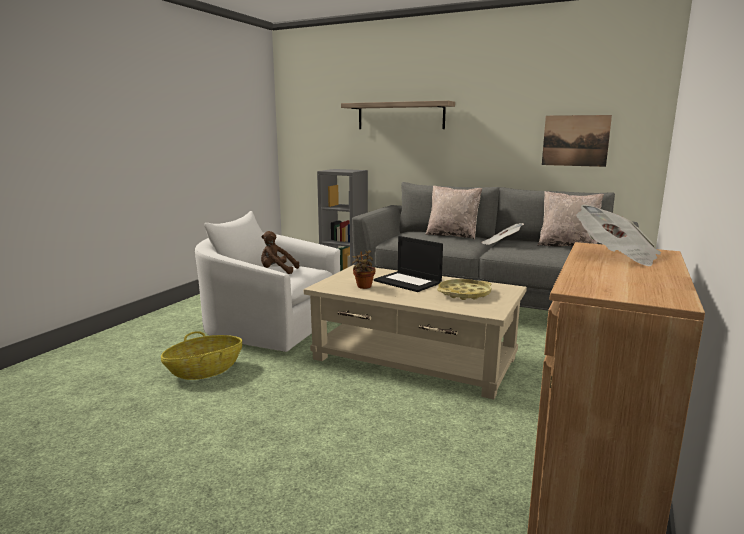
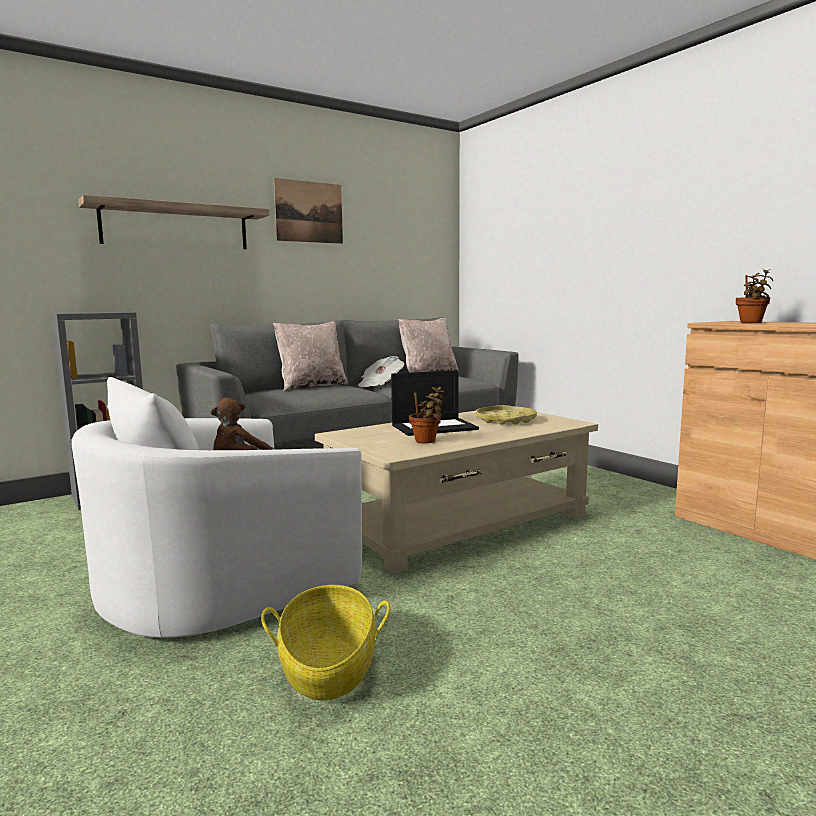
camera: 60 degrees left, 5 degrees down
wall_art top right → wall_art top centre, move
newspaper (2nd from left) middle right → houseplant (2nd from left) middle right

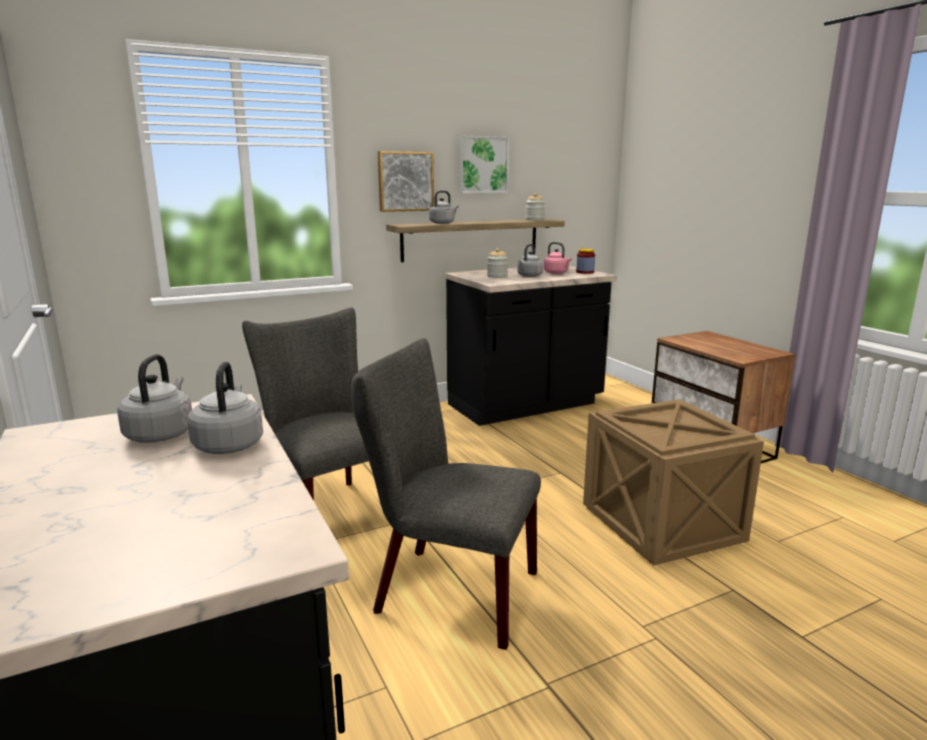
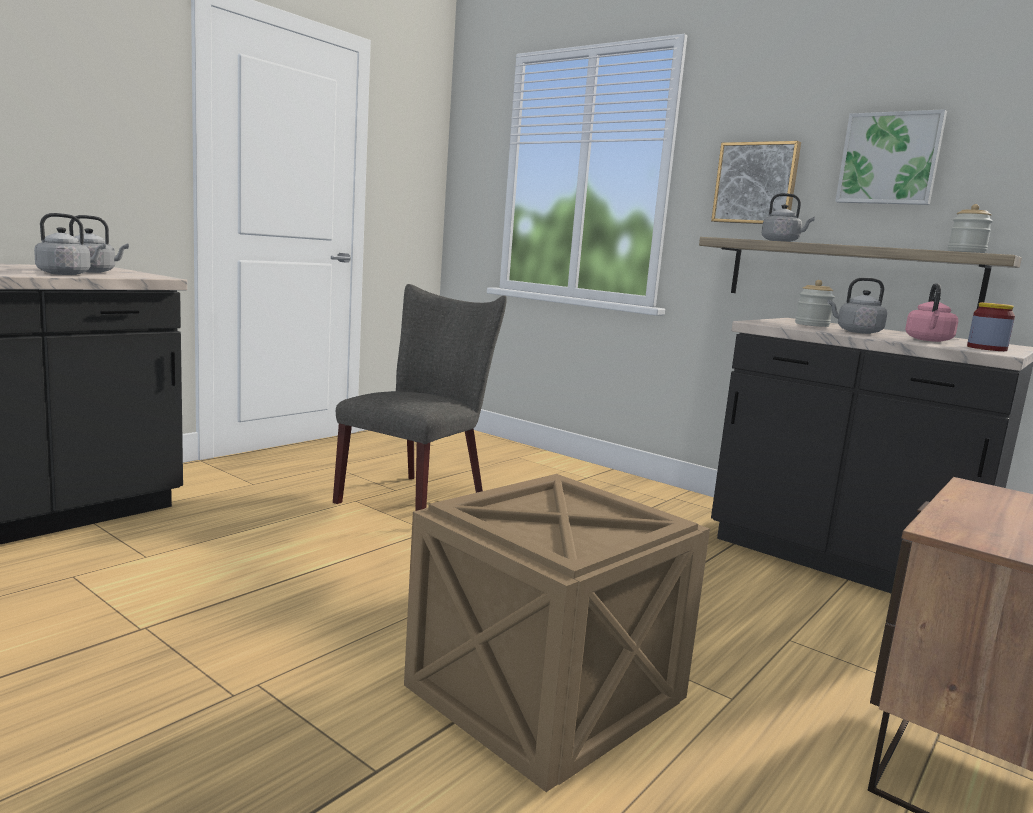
camera: 65 degrees right, 5 degrees down
greyish_upright_chair (2nd from left) bottom centre → -

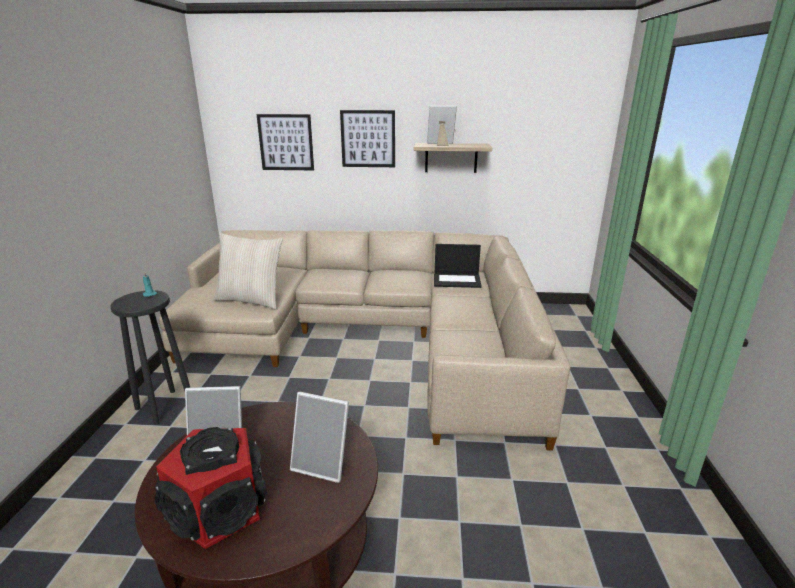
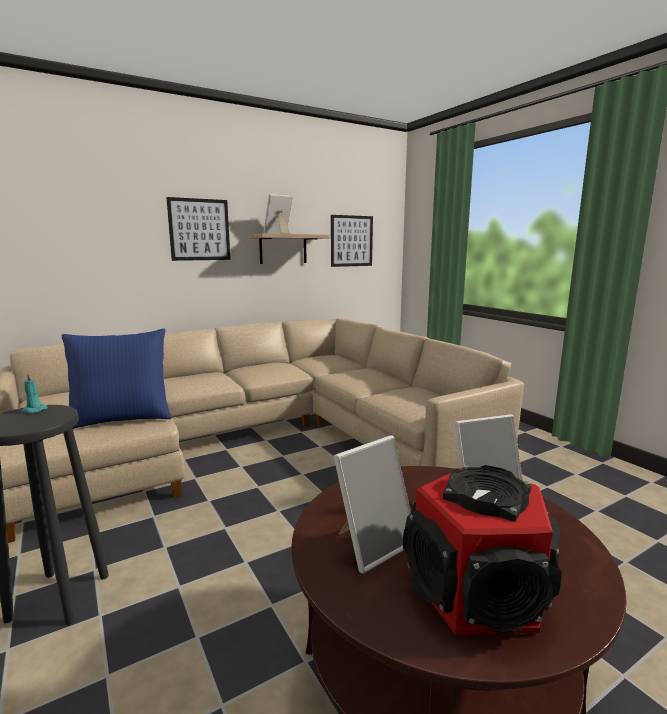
camera: 35 degrees left, 10 degrees down
wall_art (1st from left in the first image) top centre → wall_art (2nd from left) centre, move
beige-coloured_cushion middle left → blue-coloured_cushion middle left
portable_computer centre → -

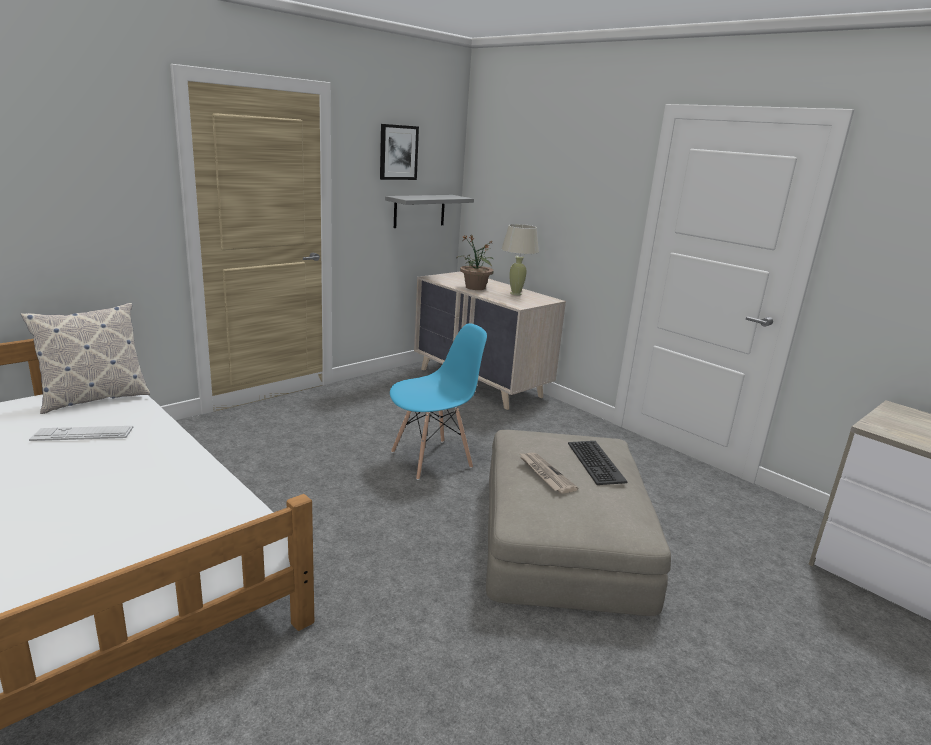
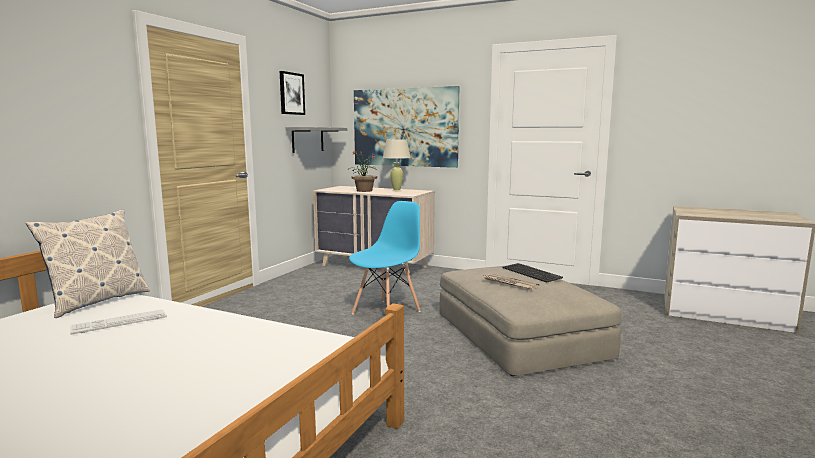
camera: 20 degrees left, 10 degrees down
- → wall_art (2nd from left) top centre

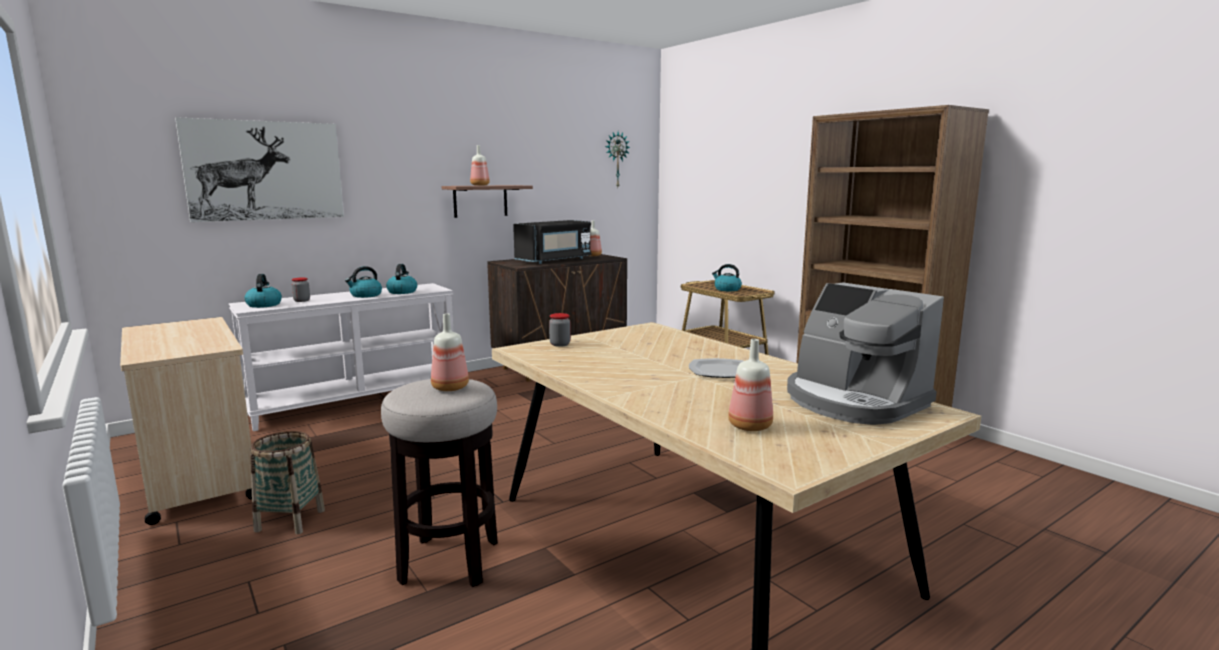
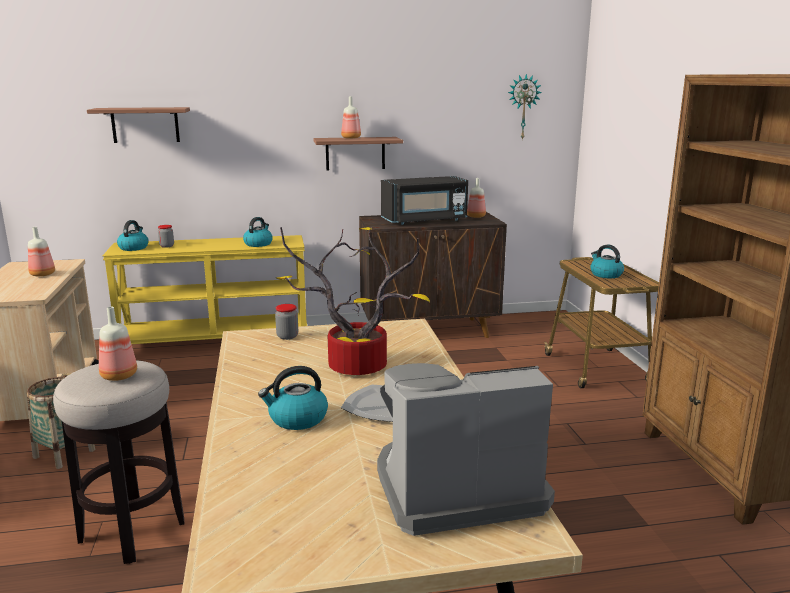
camera: 25 degrees right, 5 degrees up
wall_art top left → wall_shelf (1st from left) top left
water_kettle (2nd from left in the first image) middle left → water_kettle (3rd from left) bottom centre, move
coffee_machine middle right → coffee_machine bottom centre, 90 degrees clockwise
whitish_console_table middle left → yellow_console_table middle left
drink_bottle (4th from left in the first image) centre → drink_bottle (1st from left) middle left, move
- → houseplant centre

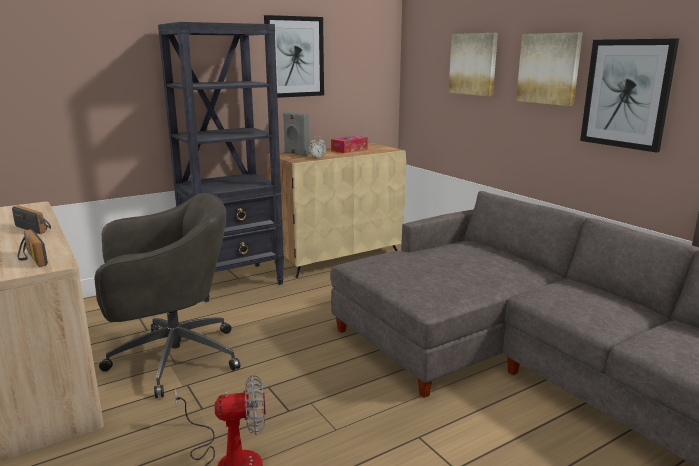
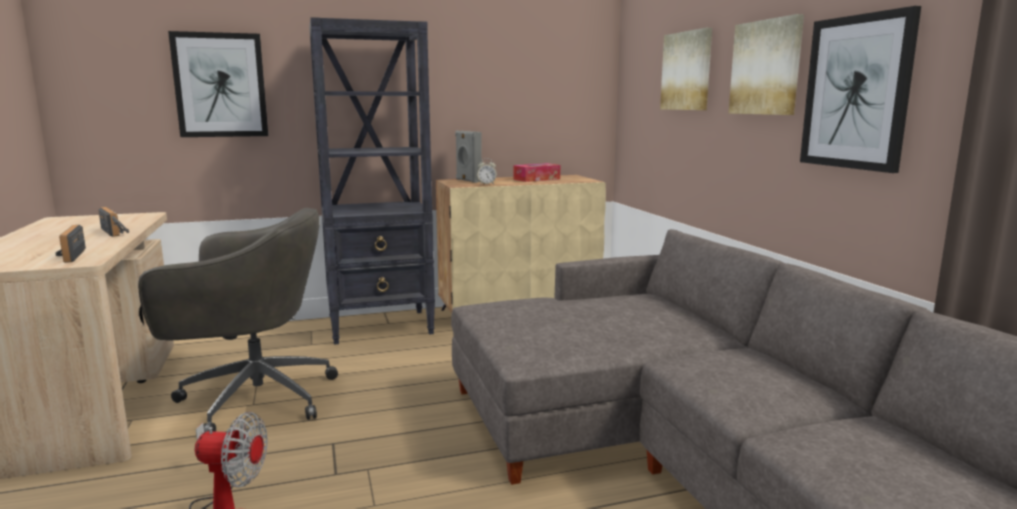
camera: 15 degrees right, 5 degrees down
wall_art (1st from left) top centre → wall_art (1st from left) top left, move

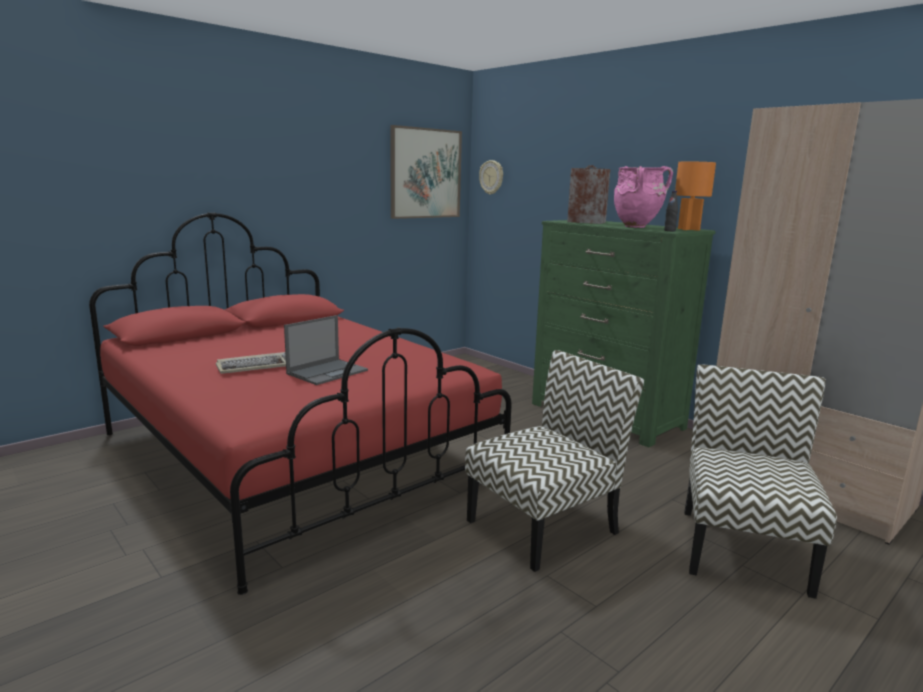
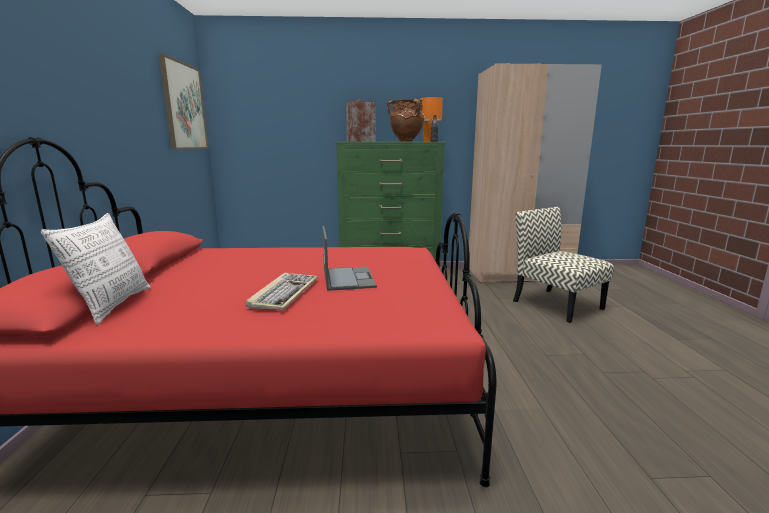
camera: 50 degrees left, 0 degrees up
wall_clock top centre → -
pink-coloured_decorative_vase top right → brown_decorative_vase top centre
upright_chair (1st from left) centre → -
- → cushion middle left

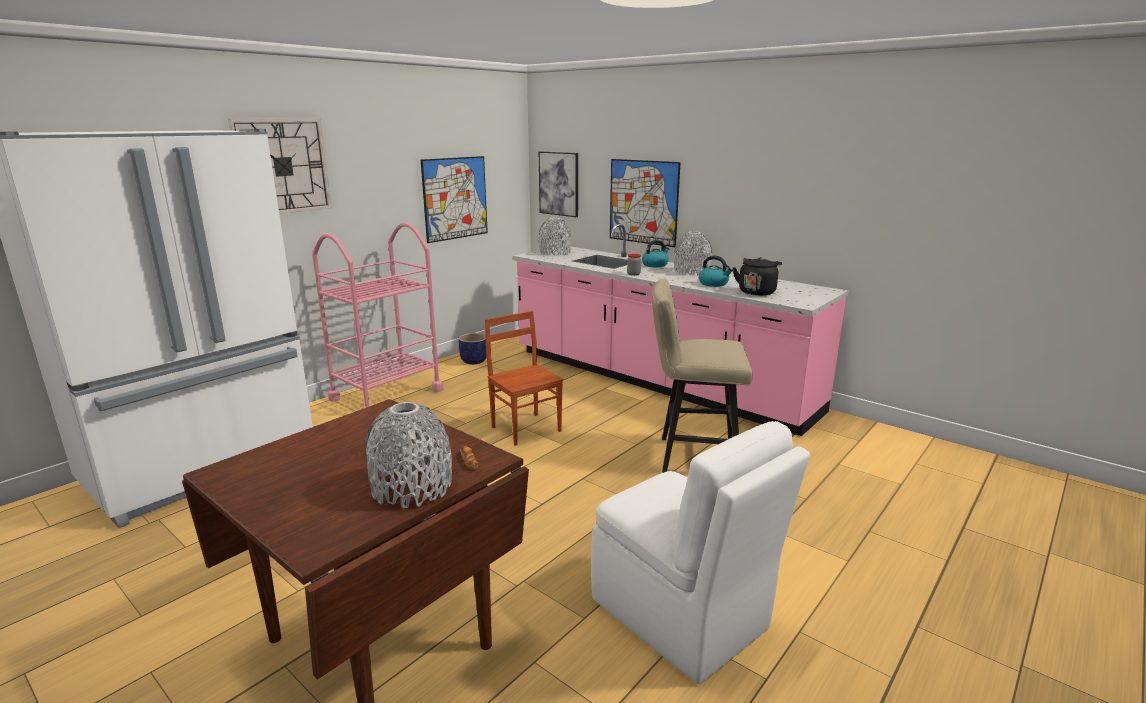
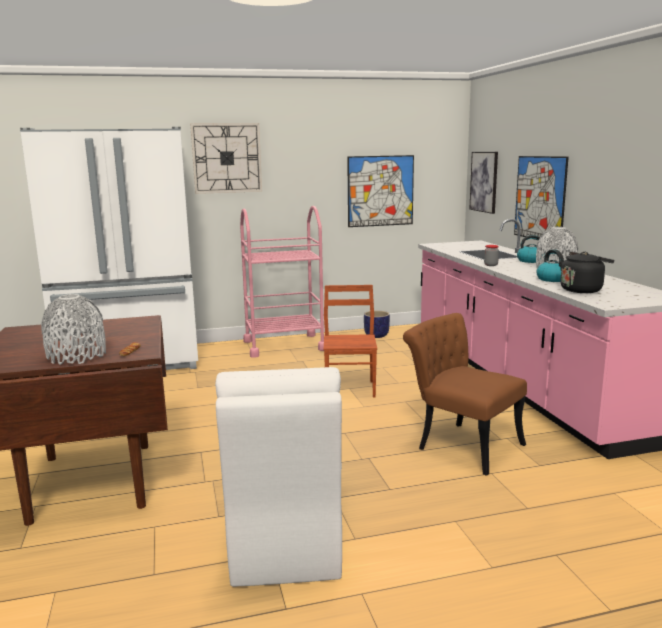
camera: 35 degrees right, 5 degrees down
greyish_decorative_vase (2nd from left) centre → -
beige-coloured_stool_seat centre → brown_upright_chair (2nd from left) middle right

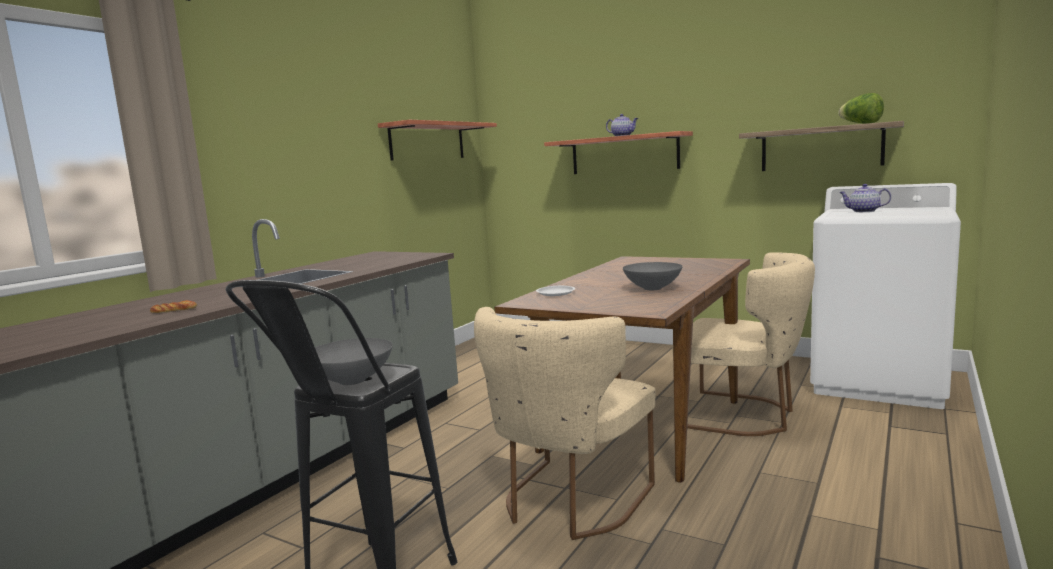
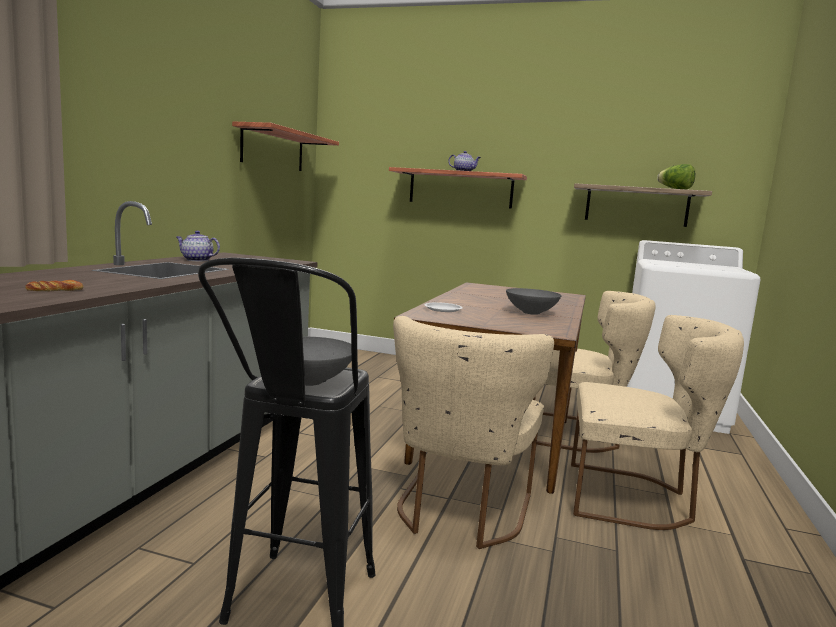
camera: 15 degrees left, 0 degrees up
tea_pot (2nd from left in the first image) middle right → tea_pot (1st from left) middle left, move
- → beige-coloured_upright_chair (3rd from left) bottom right

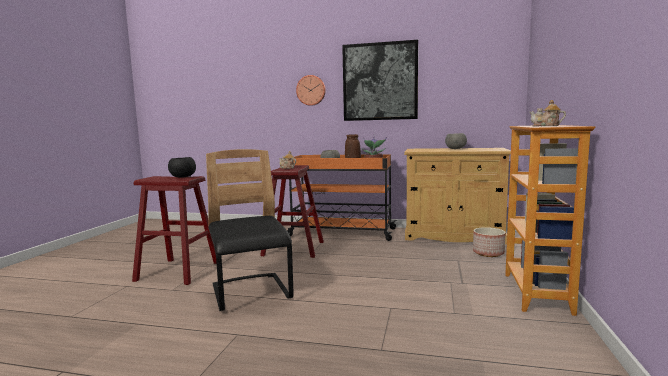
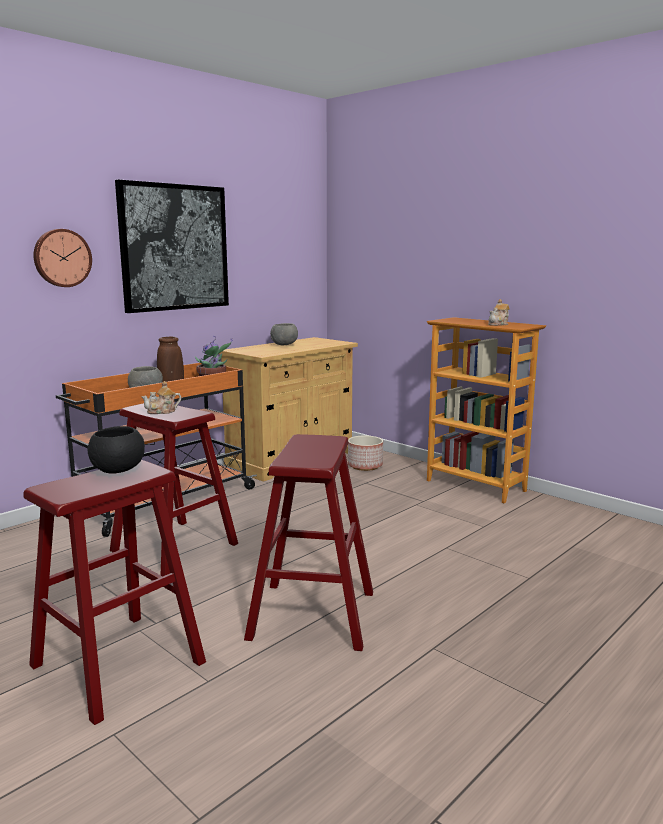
camera: 60 degrees left, 5 degrees up
blackish_upright_chair centre → red-coloured_stool_seat (3rd from left) centre

